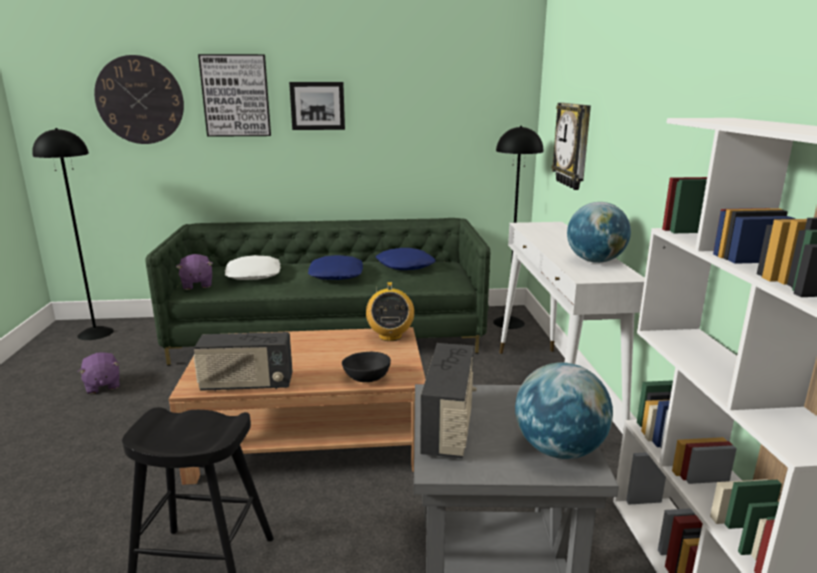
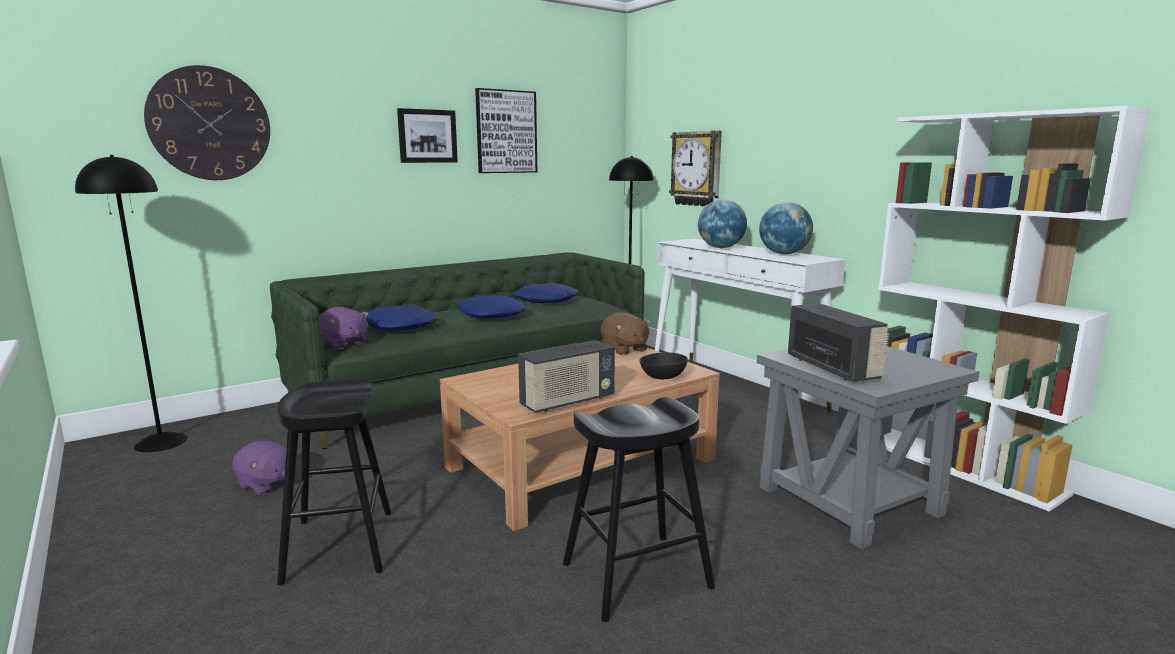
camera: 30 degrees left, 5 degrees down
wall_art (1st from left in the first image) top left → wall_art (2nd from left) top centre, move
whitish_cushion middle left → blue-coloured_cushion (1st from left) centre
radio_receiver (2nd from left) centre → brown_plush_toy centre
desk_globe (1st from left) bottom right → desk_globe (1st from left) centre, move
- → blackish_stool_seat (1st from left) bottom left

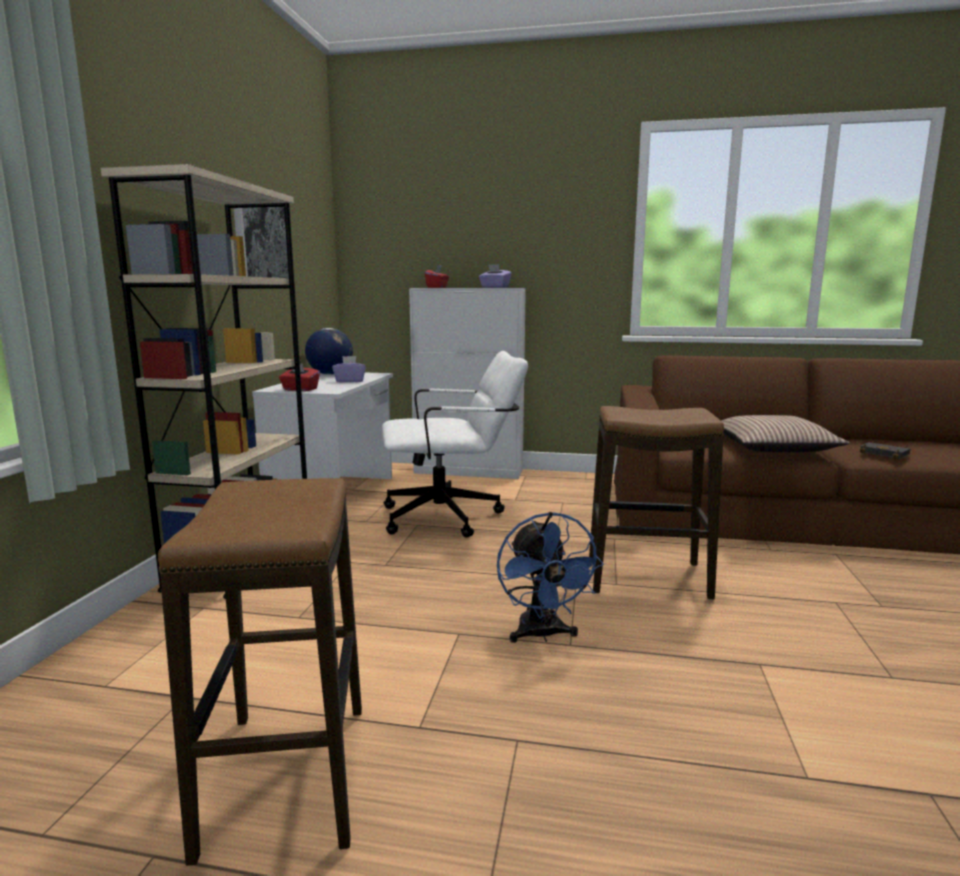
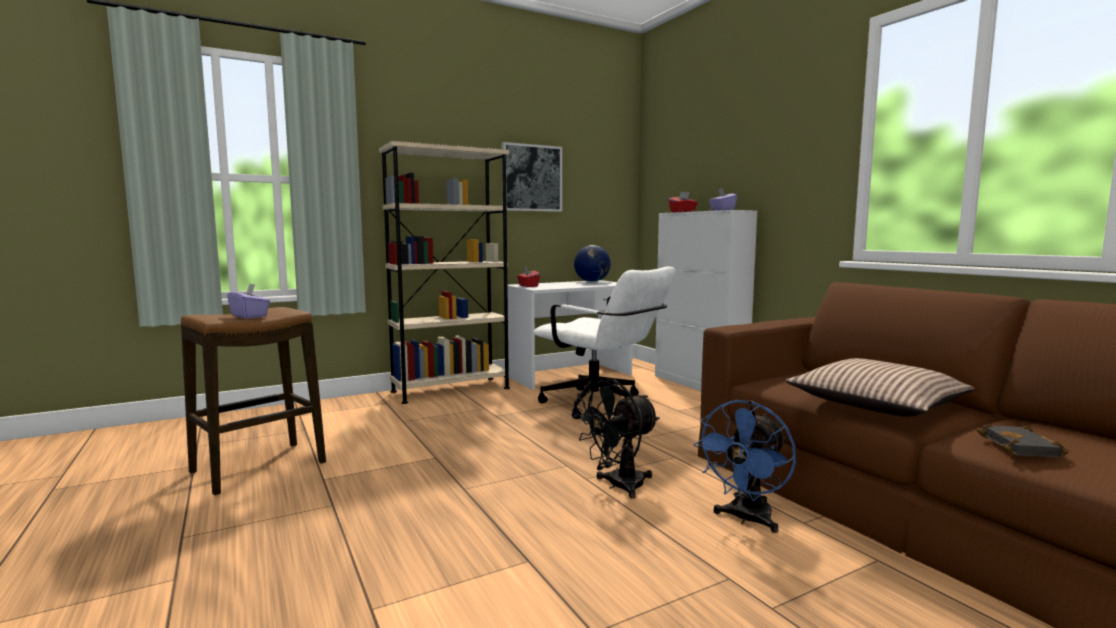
camera: 50 degrees right, 5 degrees down
purple_tissue_holder (1st from left) centre → purple_tissue_holder (1st from left) middle left, move
stool_seat (2nd from left) middle right → blackish_cooling_fan bottom centre
blue-coloured_cooling_fan centre → blue-coloured_cooling_fan bottom right, move

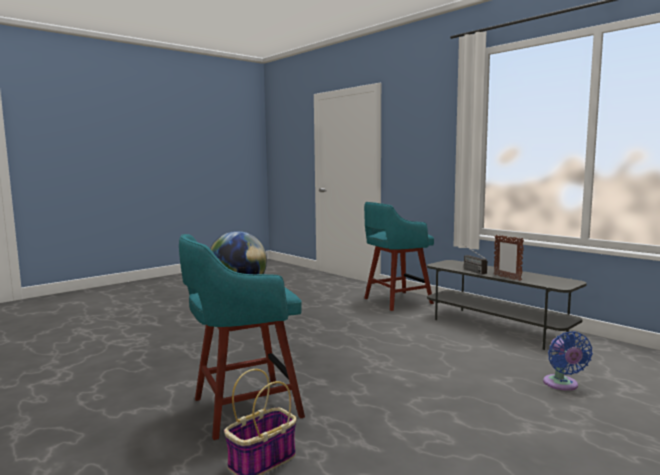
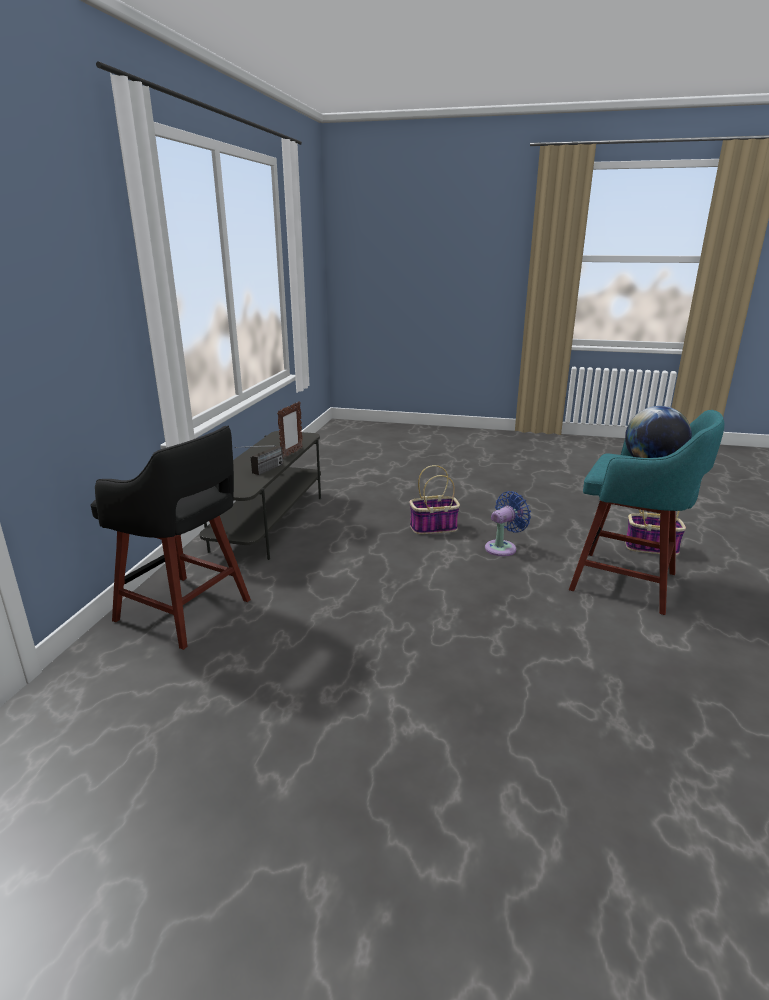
camera: 125 degrees left, 15 degrees up
turquoise-coloured_stool_seat (2nd from left) centre → blackish_stool_seat middle left
blue-coloured_cooling_fan bottom right → blue-coloured_cooling_fan centre, move
- → household_basket (1st from left) centre

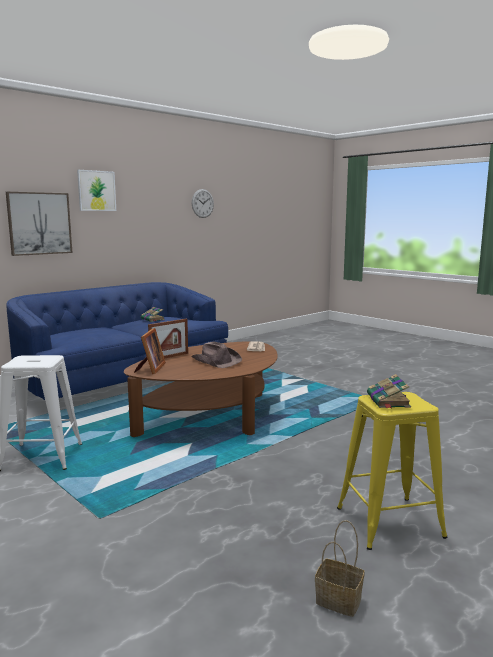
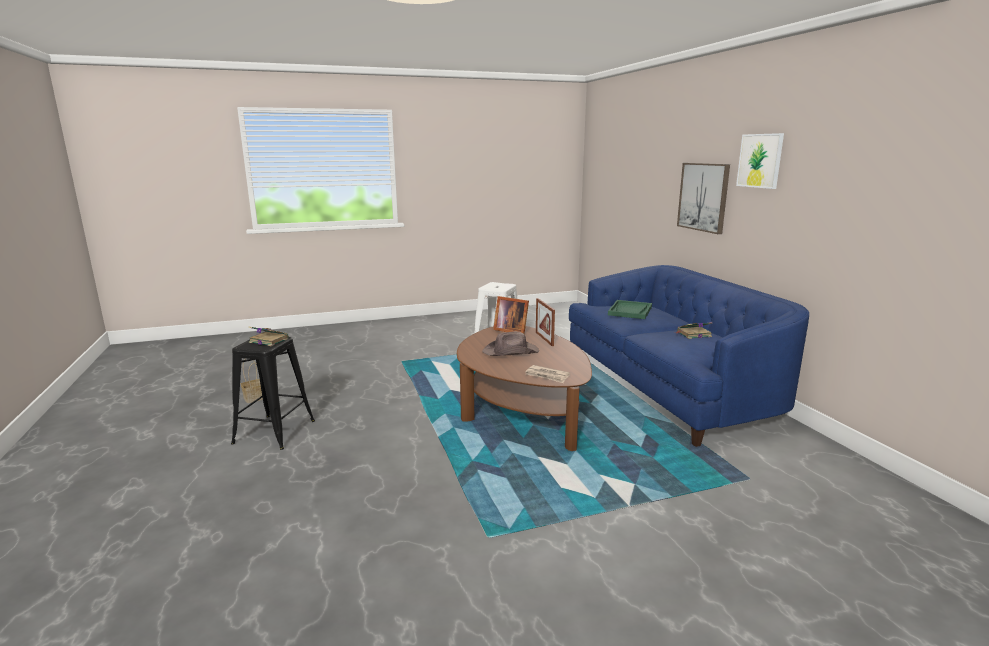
camera: 115 degrees right, 5 degrees up
wall_clock top centre → -
yellow_stool_seat bottom right → blackish_stool_seat middle left
- → green_carrying_tray centre

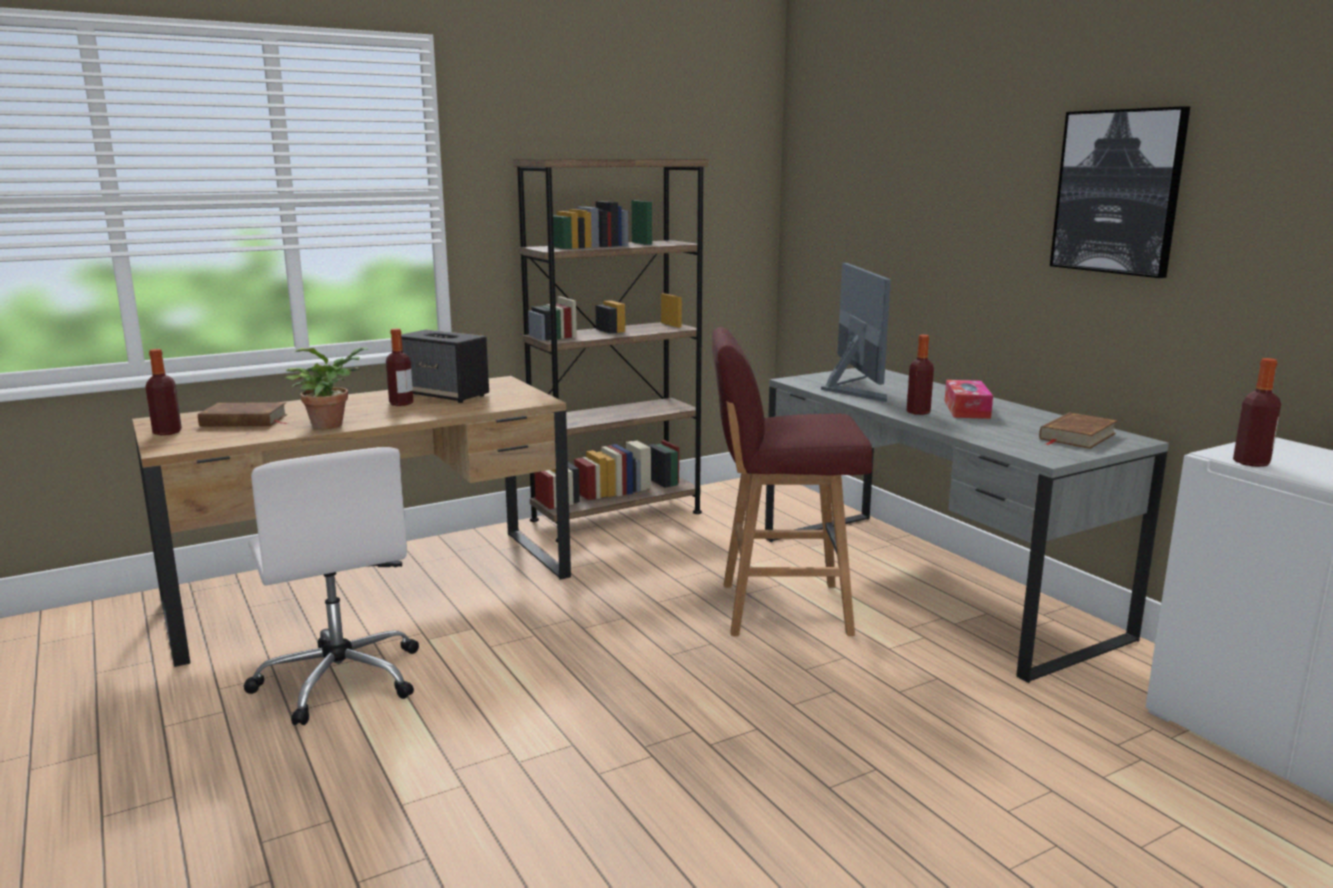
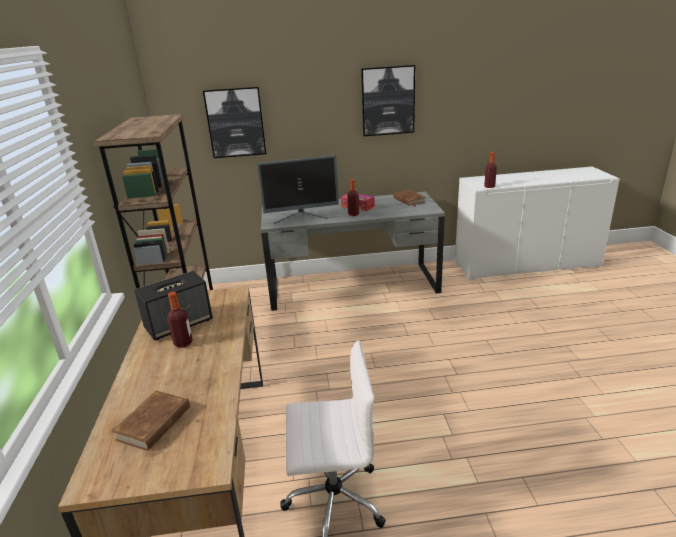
camera: 65 degrees left, 10 degrees up
computer_screen centre, 150 degrees clockwise
red-coloured_stool_seat centre → -
houseplant middle left → -
drink_bottle (1st from left) middle left → -
- → wall_art (1st from left) top centre

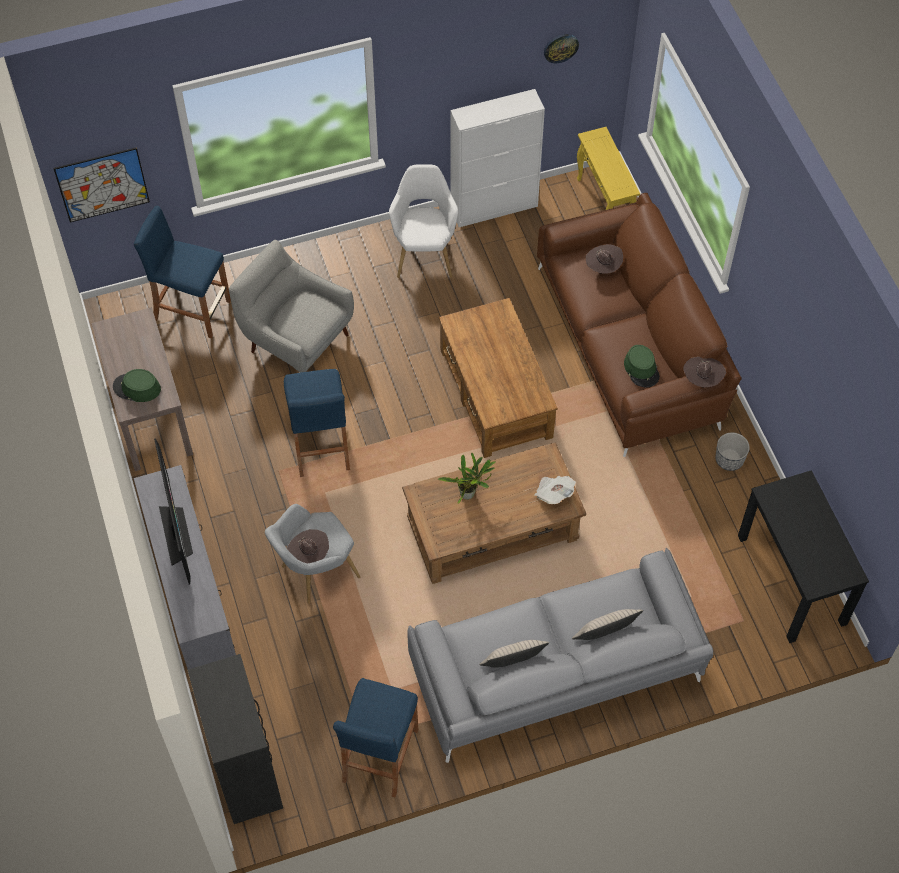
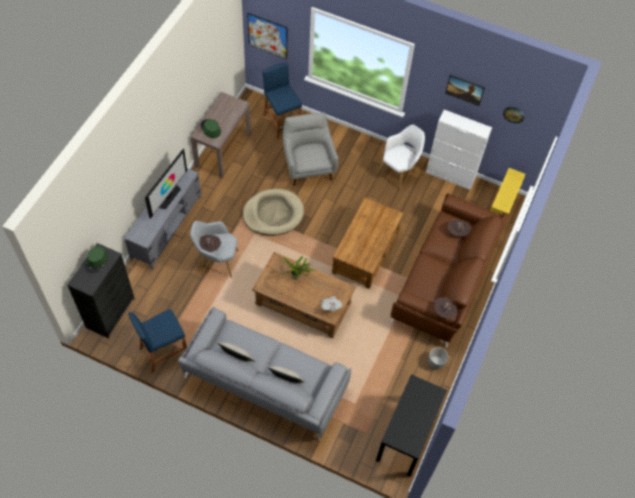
camera: 40 degrees right, 0 degrees up
green_wearable_hat (2nd from left in the first image) middle right → green_wearable_hat (1st from left) middle left, move
blue-coloured_stool_seat (2nd from left) centre → beige-coloured_dog_cushion centre
- → wall_art (2nd from left) top right

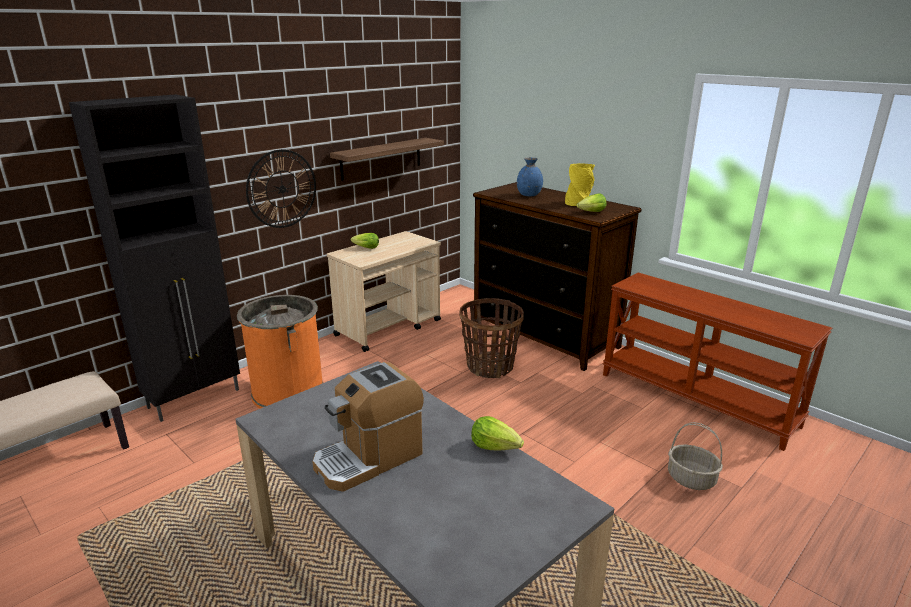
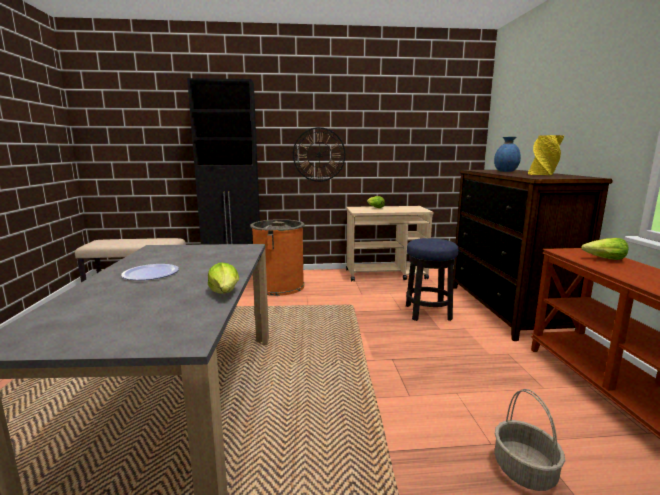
camera: 40 degrees right, 10 degrees down
wall_shelf top centre → -
lettuce_head (3rd from left) top centre → lettuce_head (3rd from left) middle right, move
household_basket (1st from left) centre → stool_seat centre
coffee_machine bottom centre → flat_dish middle left

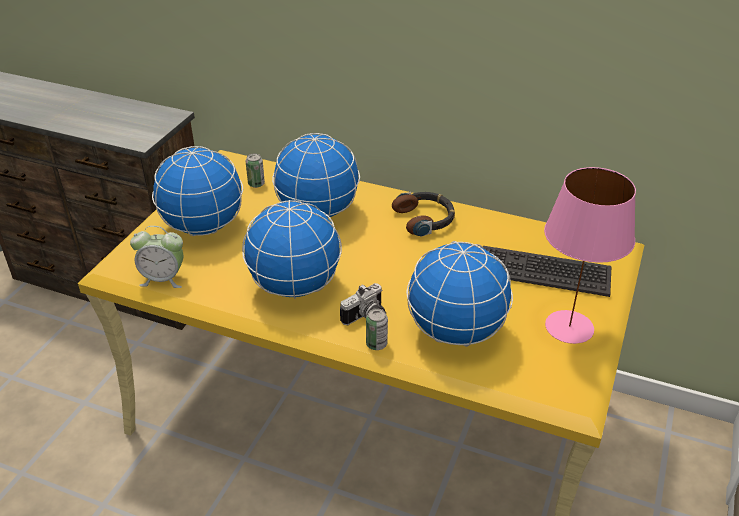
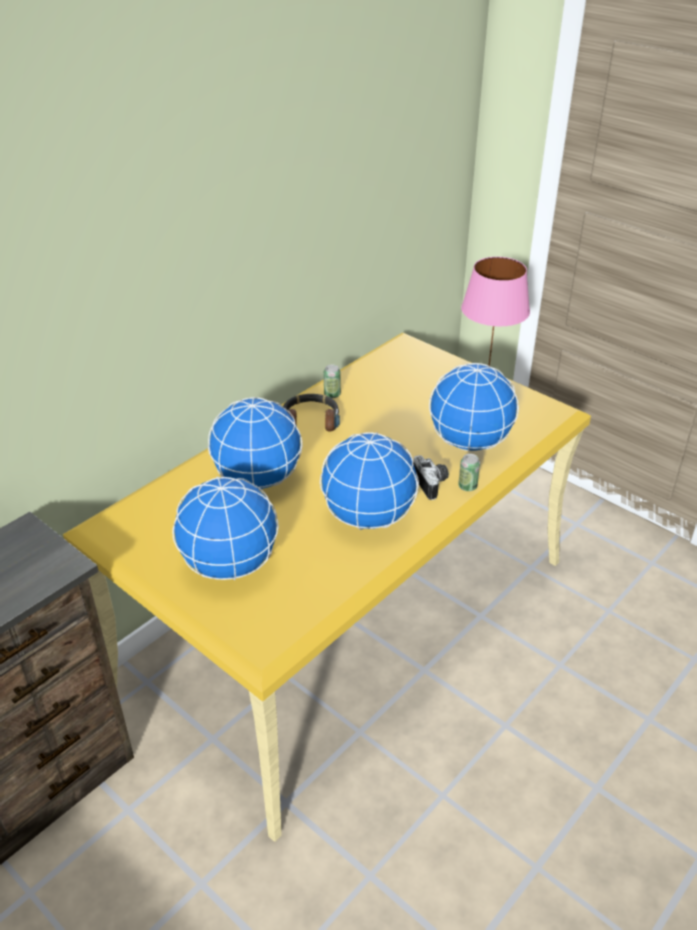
camera: 70 degrees left, 0 degrees up
can (1st from left) top centre → can (1st from left) centre, move
bedside_clock middle left → -
computer_keyboard middle right → -

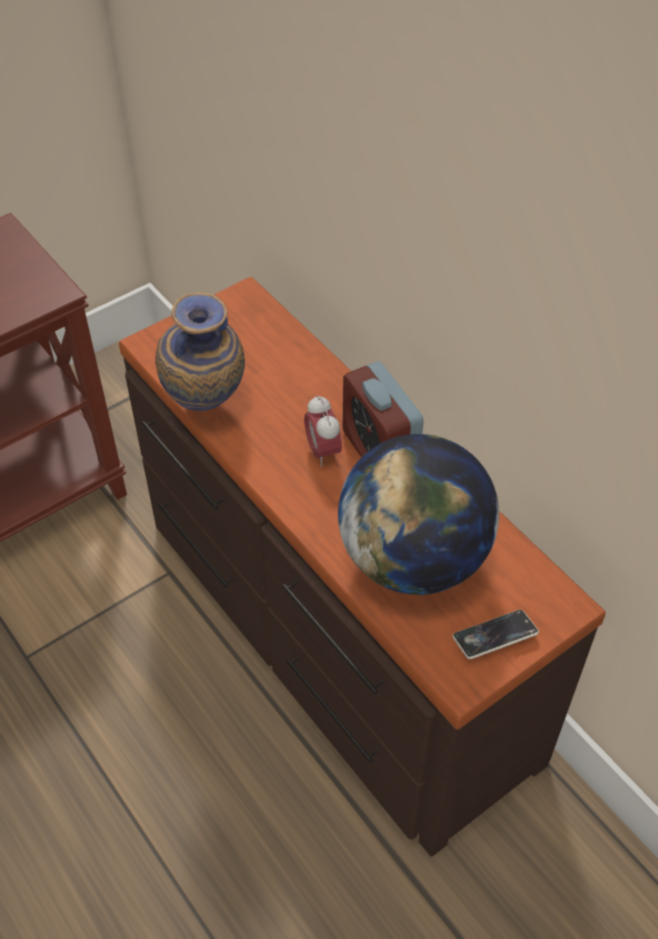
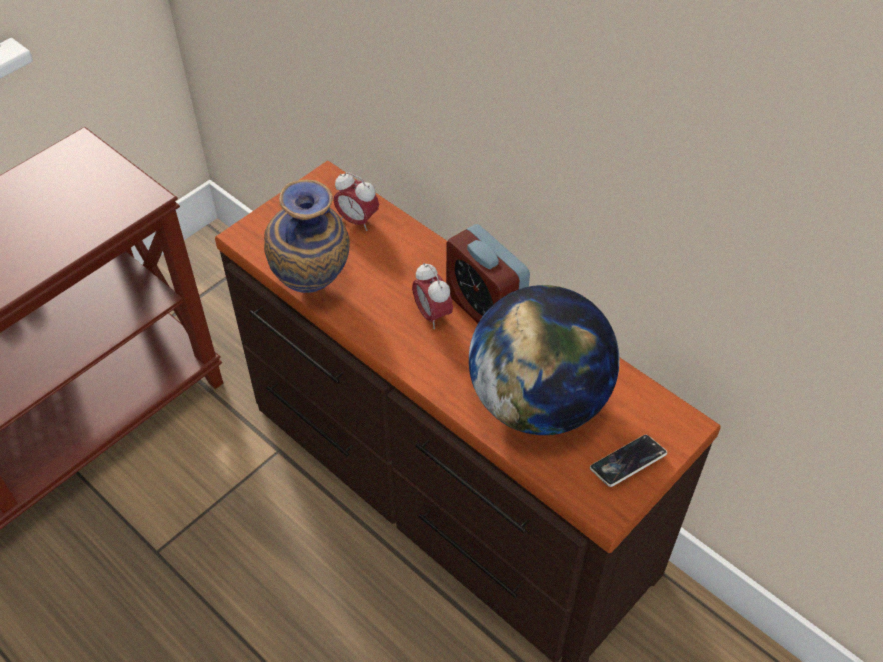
camera: 10 degrees left, 0 degrees up
- → bedside_clock (1st from left) top centre

